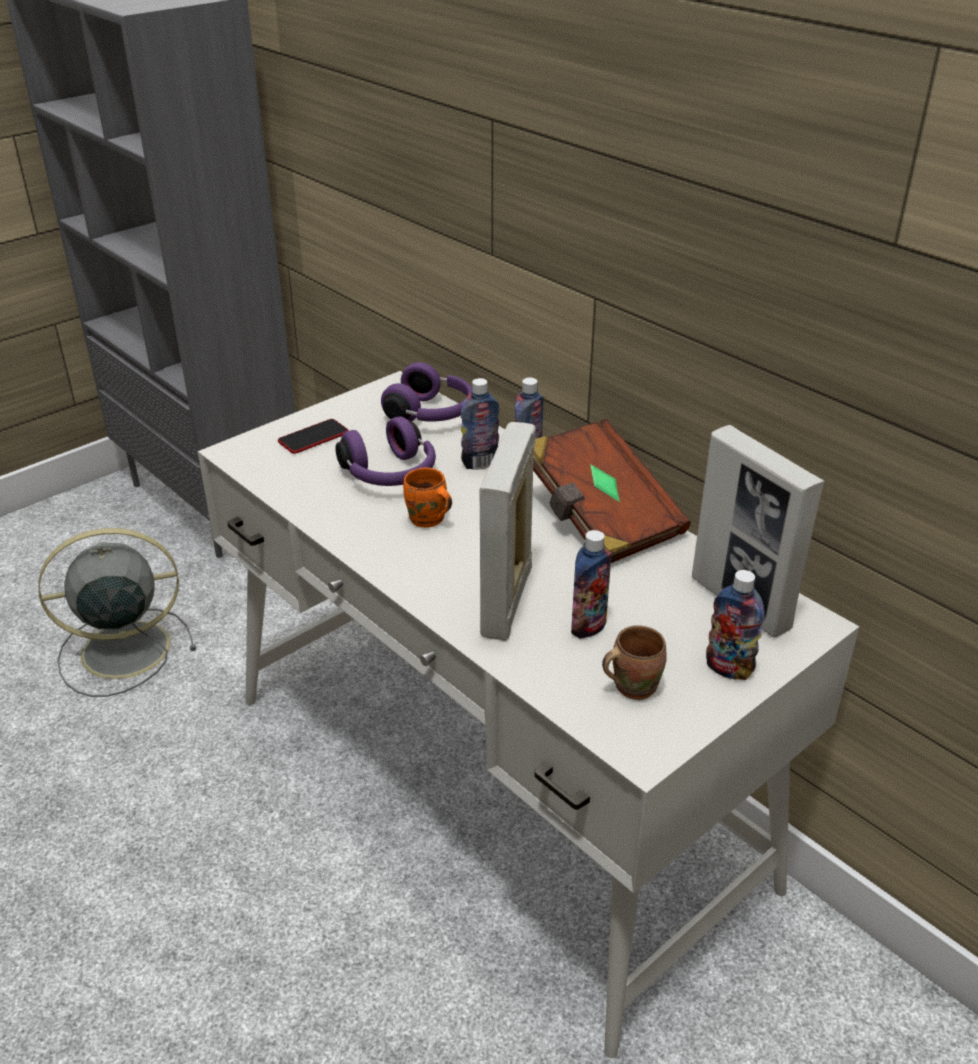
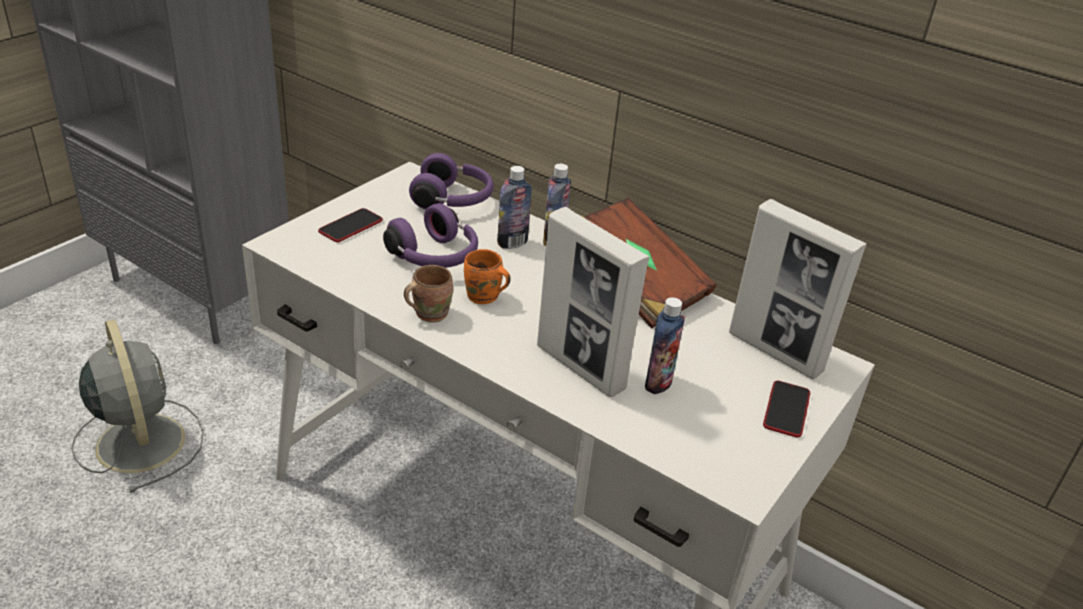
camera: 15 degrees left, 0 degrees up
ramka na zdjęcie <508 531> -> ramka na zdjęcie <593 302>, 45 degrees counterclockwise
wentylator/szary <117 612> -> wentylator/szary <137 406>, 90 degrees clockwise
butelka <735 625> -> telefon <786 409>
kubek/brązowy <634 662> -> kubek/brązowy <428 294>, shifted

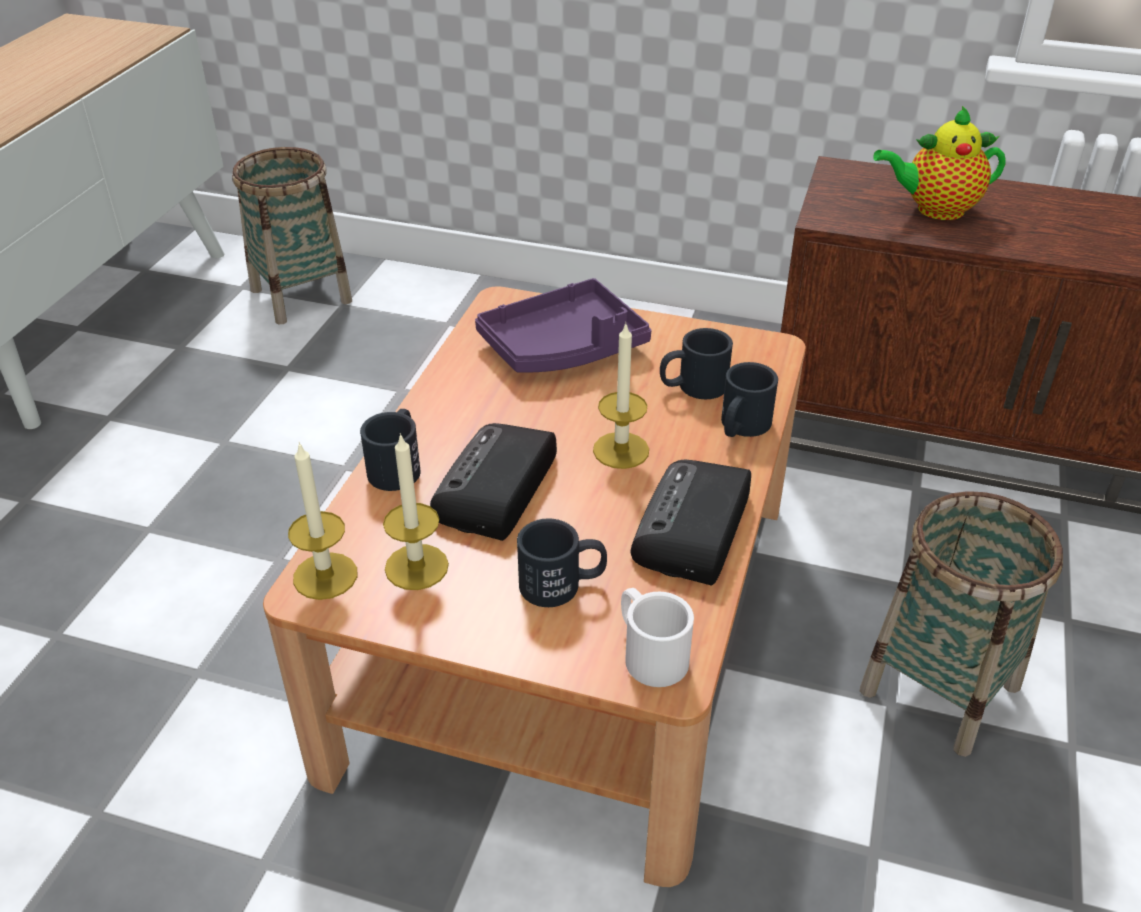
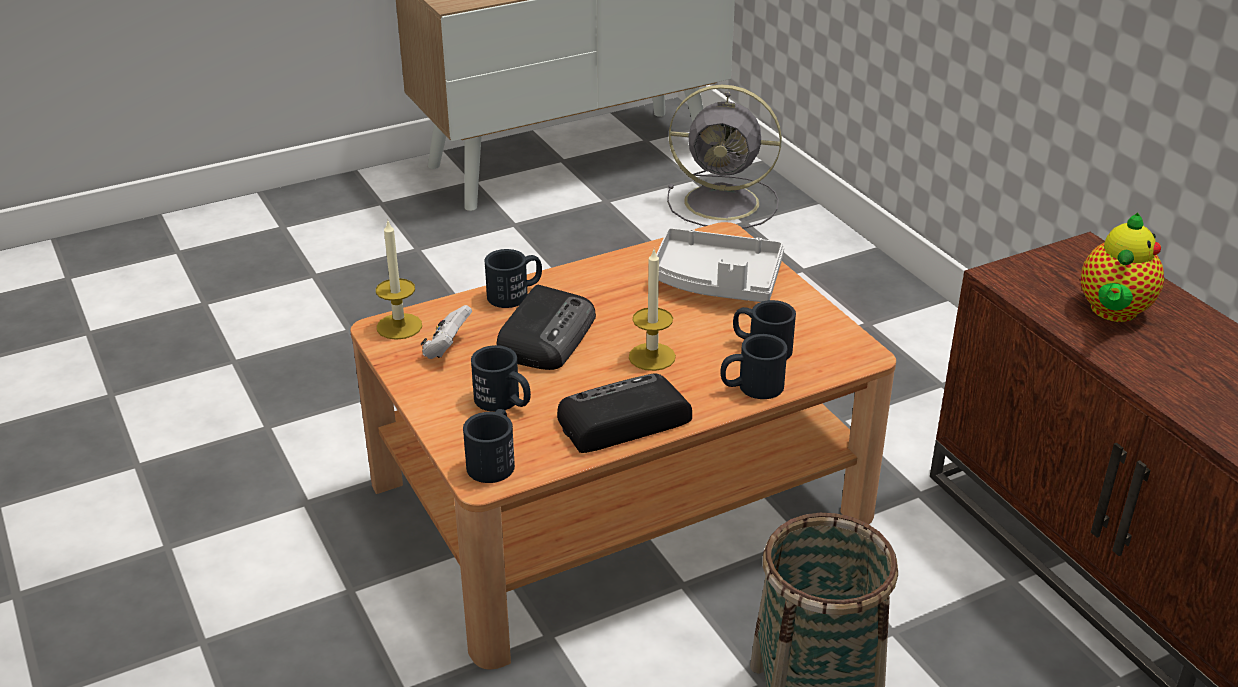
camera: 45 degrees right, 5 degrees down
imbryk <939 163> -> imbryk <1122 267>, 105 degrees counterclockwise
koszyk <292 235> -> wentylator/szary <724 156>
taca/fioletowy <563 325> -> taca/szary <720 265>
radio <493 482> -> radio <546 327>, 135 degrees clockwise
świeca <416 511> -> pad do gier/biały <446 332>
kubek/biały <657 637> -> kubek/czarny <489 446>

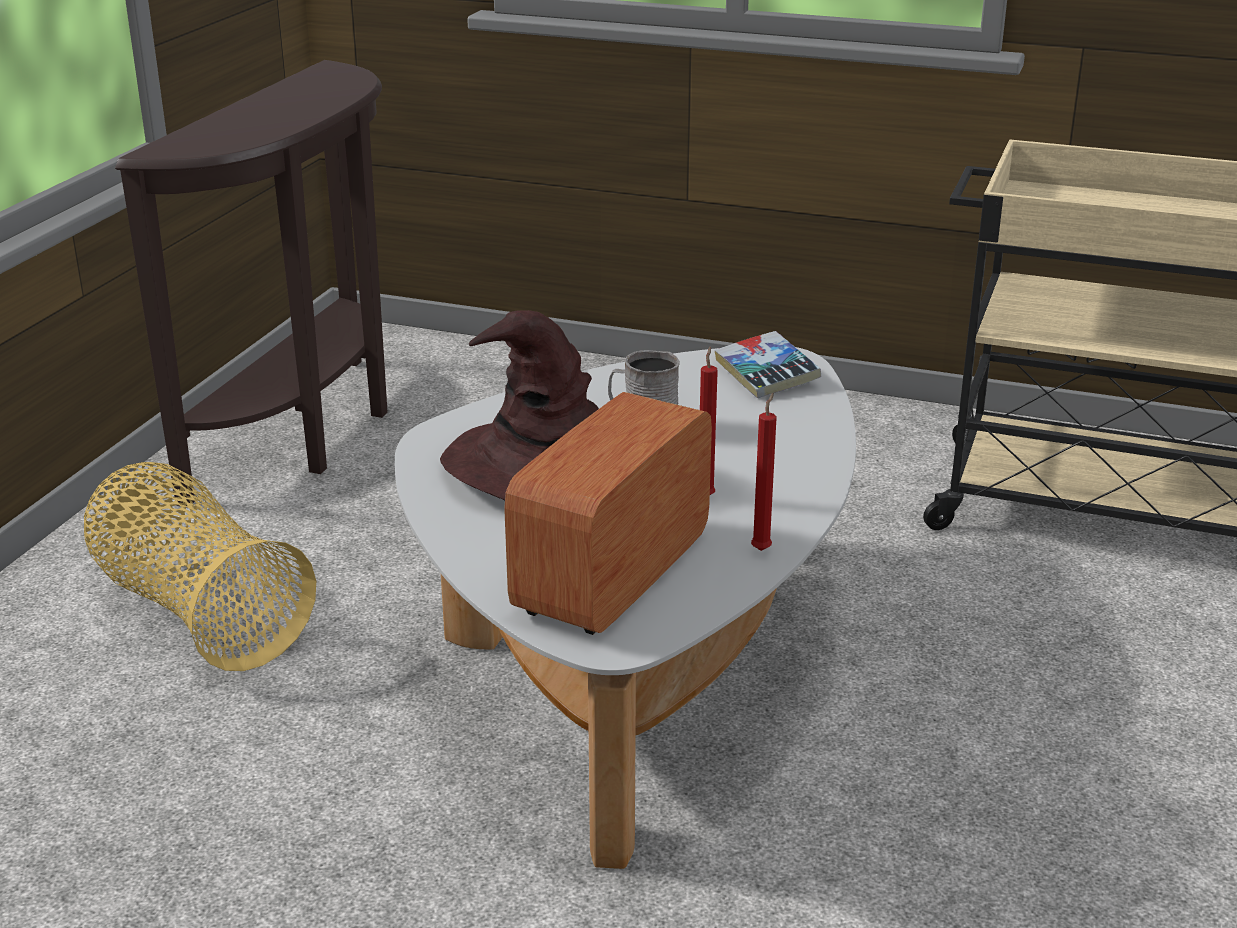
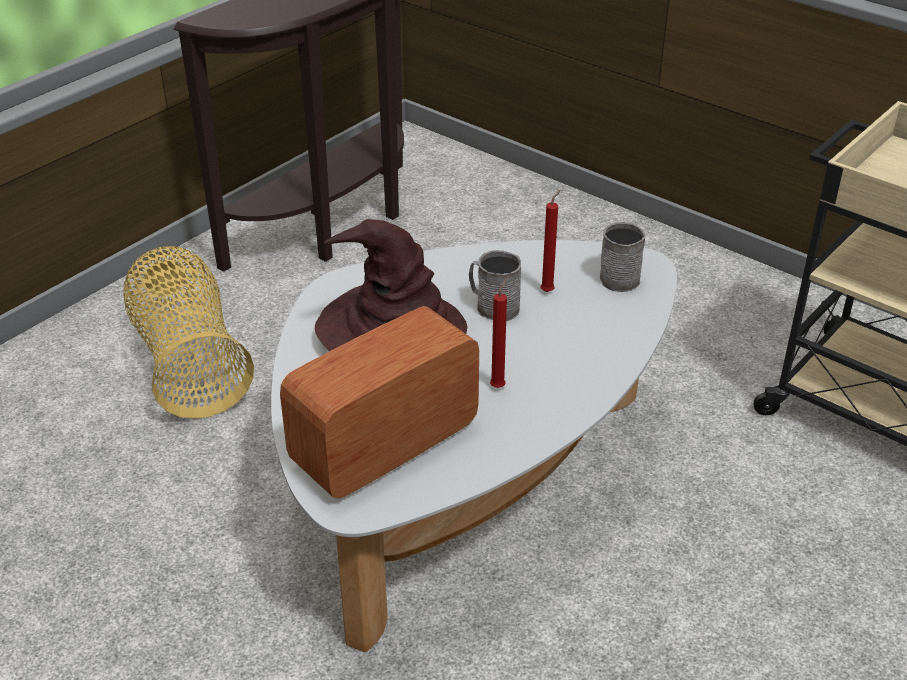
camera: 20 degrees right, 10 degrees up
książka <768 364> -> kubek/szary <622 257>
świeca/czerwony <764 472> -> świeca/czerwony <550 241>, shifted

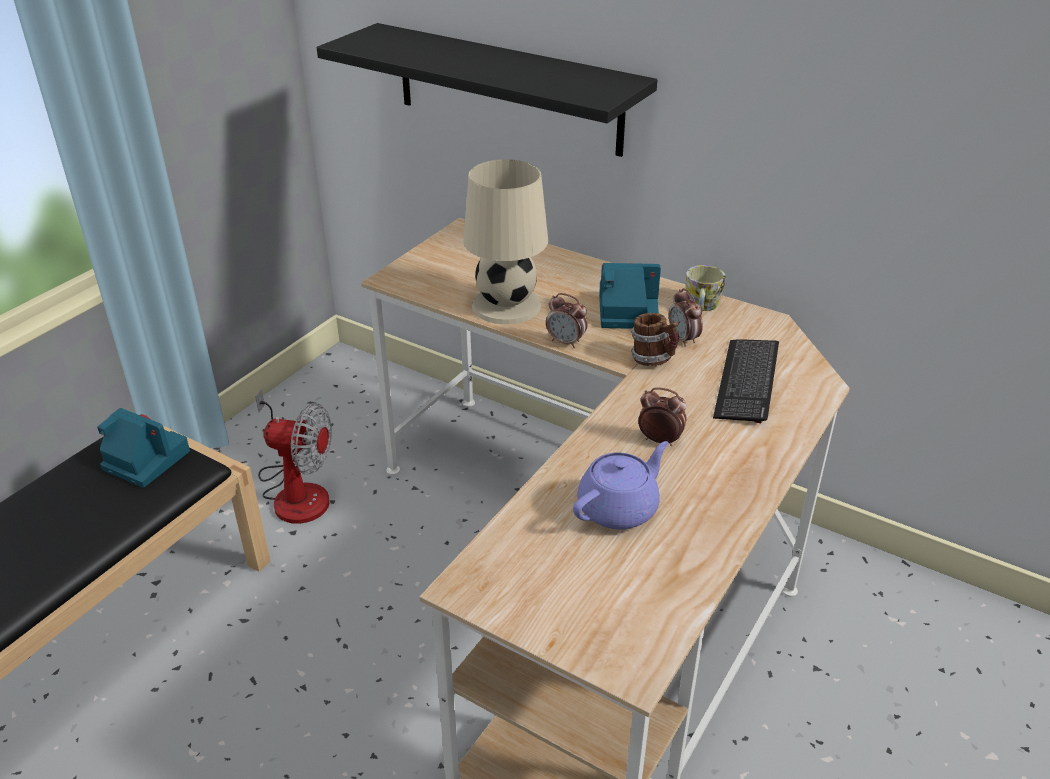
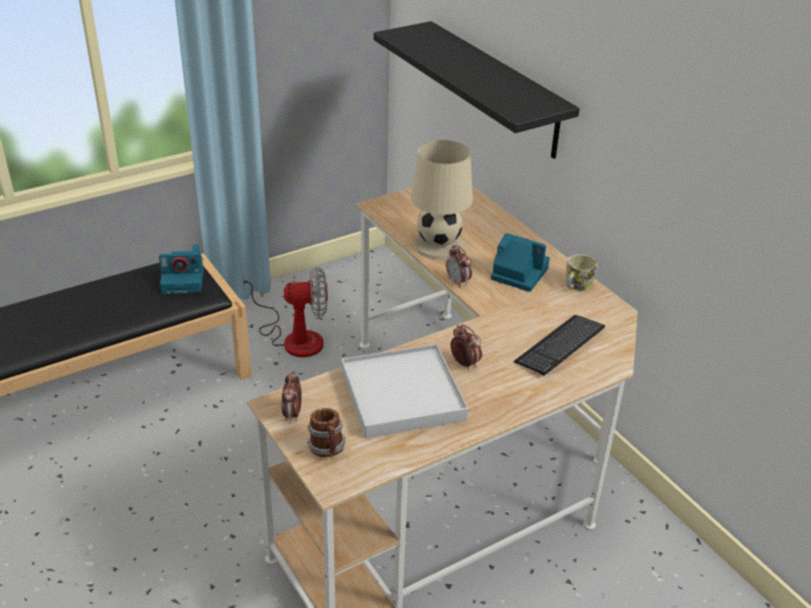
camera: 25 degrees right, 0 degrees up
budzik <686 317> -> budzik <291 396>, shifted
kubek <655 339> -> kubek <326 432>, shifted
wentylator <293 456> -> wentylator <285 312>, 45 degrees counterclockwise
aparat fotograficzny <143 448> -> aparat fotograficzny <181 269>, 120 degrees clockwise
imbryk/fioletowy <621 485> -> taca/biały <404 391>

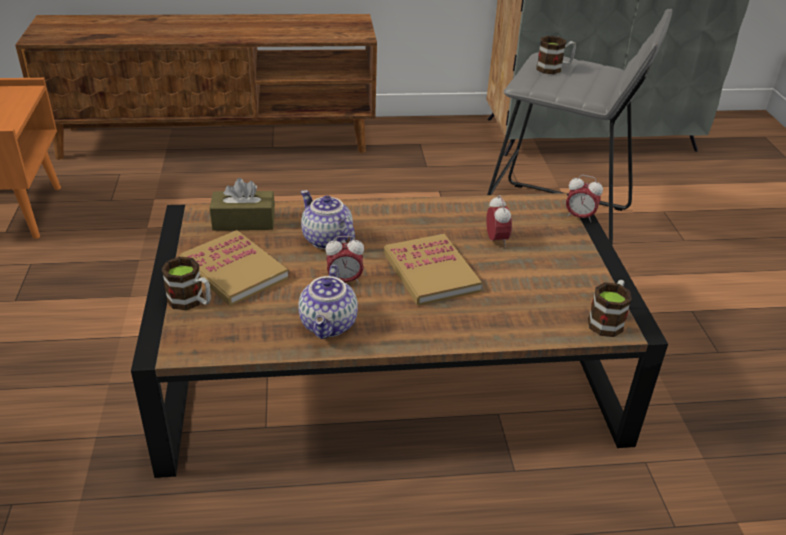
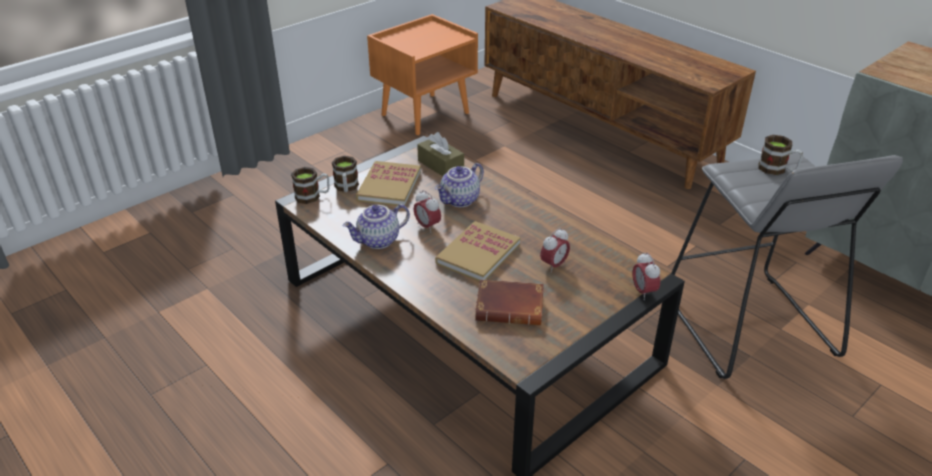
camera: 55 degrees right, 0 degrees up
imbryk <328 219> -> imbryk <459 185>, 150 degrees counterclockwise
kubek <610 308> -> kubek <310 185>, shifted
none -> książka/brązowy <509 302>

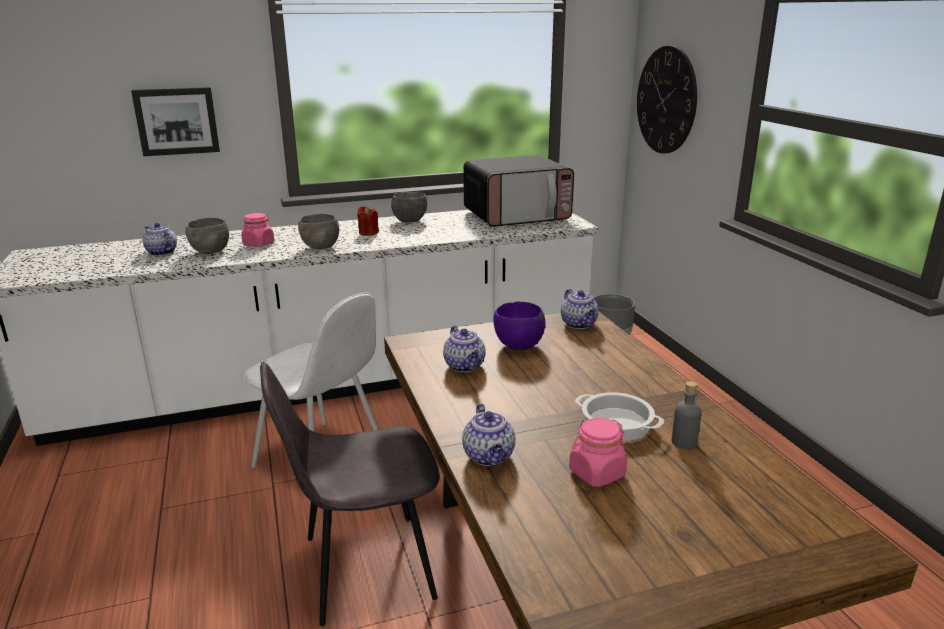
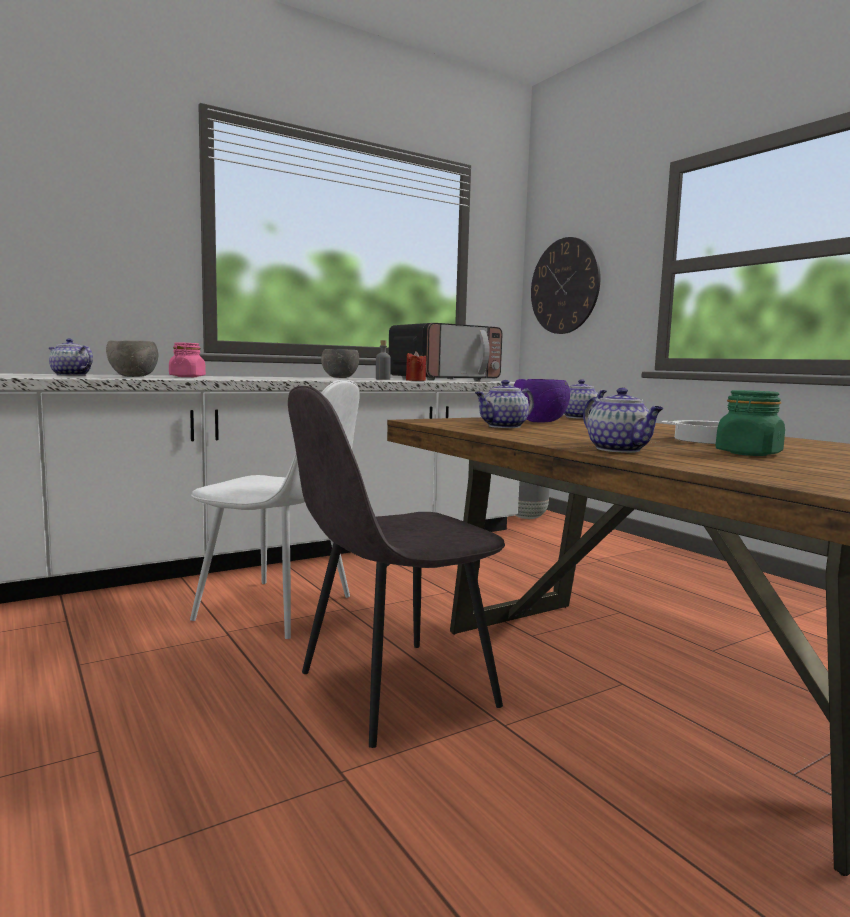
camera: 15 degrees left, 15 degrees down
obraz <175 121> -> none
świeca/czerwony <368 221> -> świeca/czerwony <416 366>, shifted
miska/szary <318 231> -> none
imbryk <464 349> -> imbryk <504 404>, 90 degrees clockwise
butelka/szary <687 415> -> butelka/szary <383 360>, shifted
słoik/różowy <598 452> -> słoik/zielony <750 423>

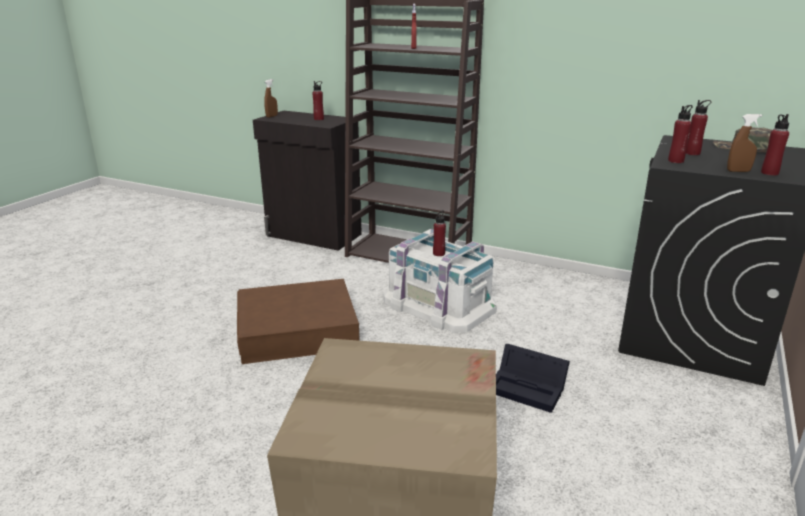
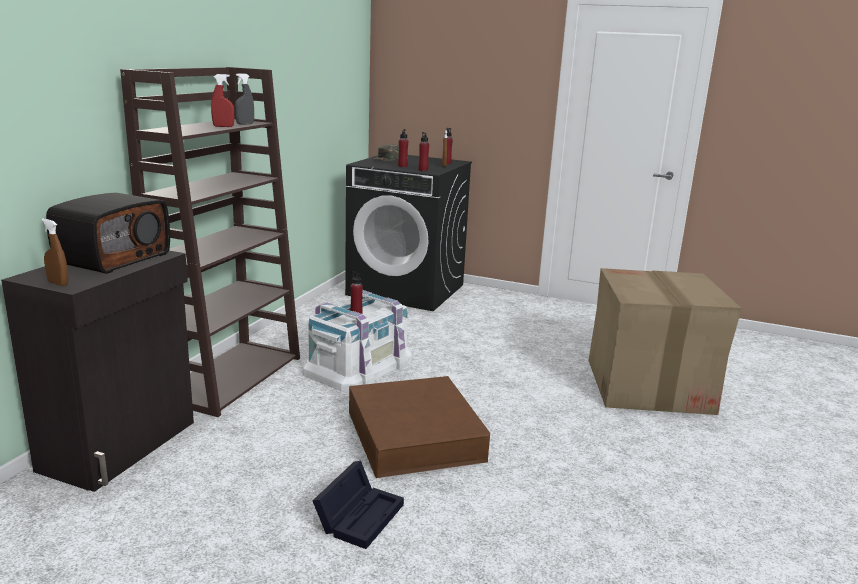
camera: 95 degrees left, 5 degrees down
butelka/czerwony <318 100> -> radio <108 233>
pojemnik do przechowywania/czarny <533 378> -> pojemnik do przechowywania/czarny <358 505>, shifted
none -> spryskiwacz/szary <244 99>

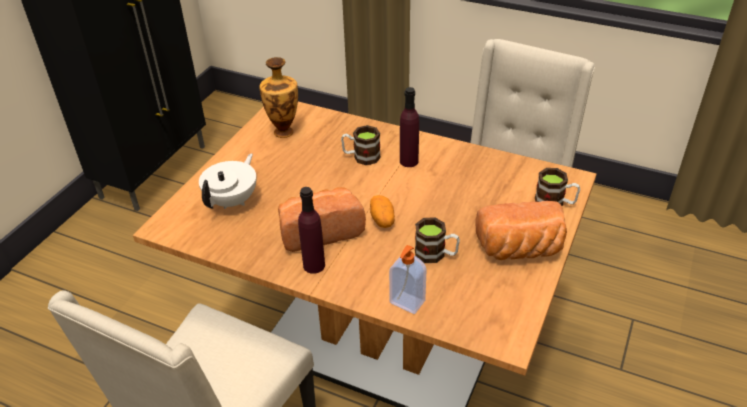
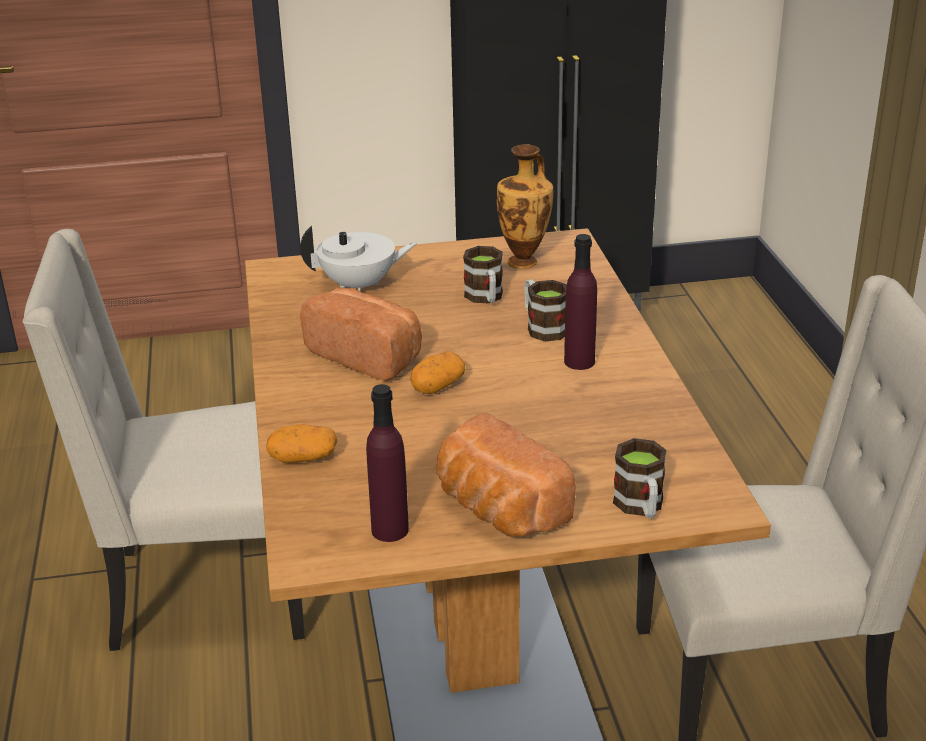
camera: 55 degrees right, 10 degrees down
butelka/fioletowy <311 230> -> butelka/fioletowy <387 463>, shifted
kubek <437 240> -> kubek <483 274>, shifted
dozownik mydła <408 279> -> ziemniak <302 443>

